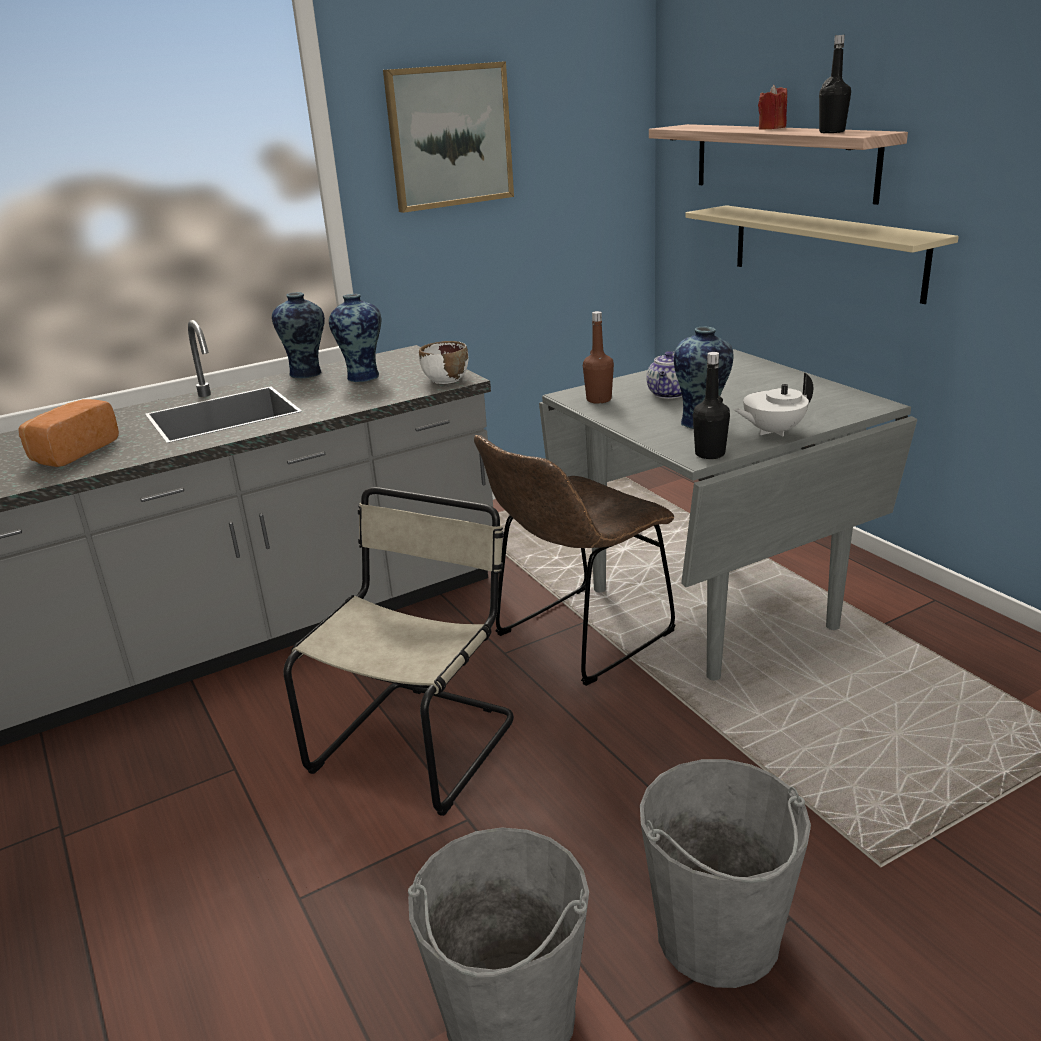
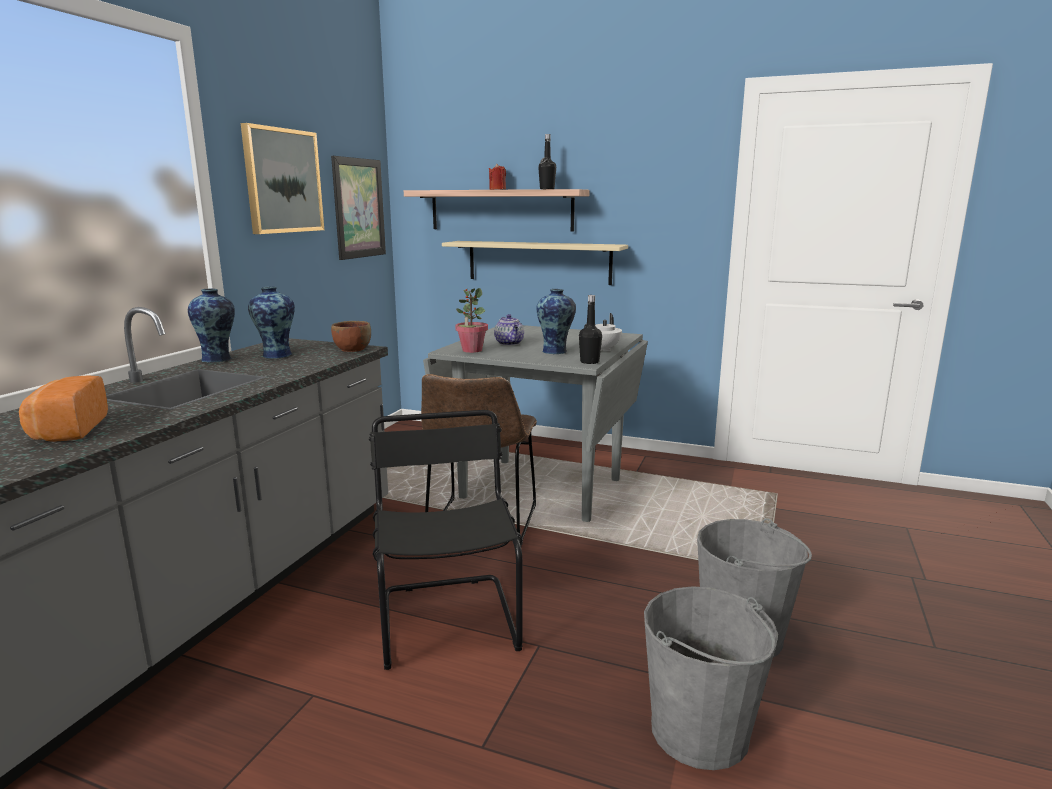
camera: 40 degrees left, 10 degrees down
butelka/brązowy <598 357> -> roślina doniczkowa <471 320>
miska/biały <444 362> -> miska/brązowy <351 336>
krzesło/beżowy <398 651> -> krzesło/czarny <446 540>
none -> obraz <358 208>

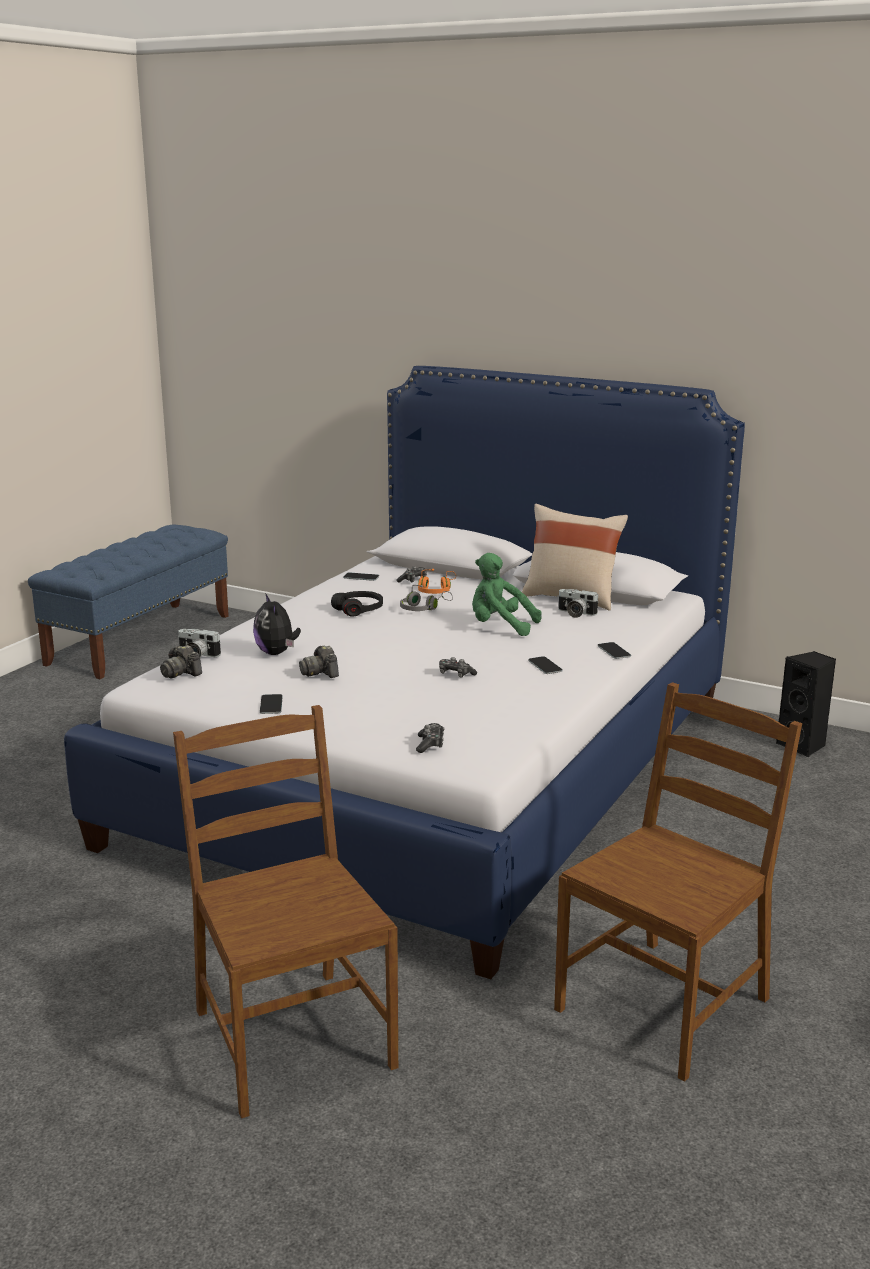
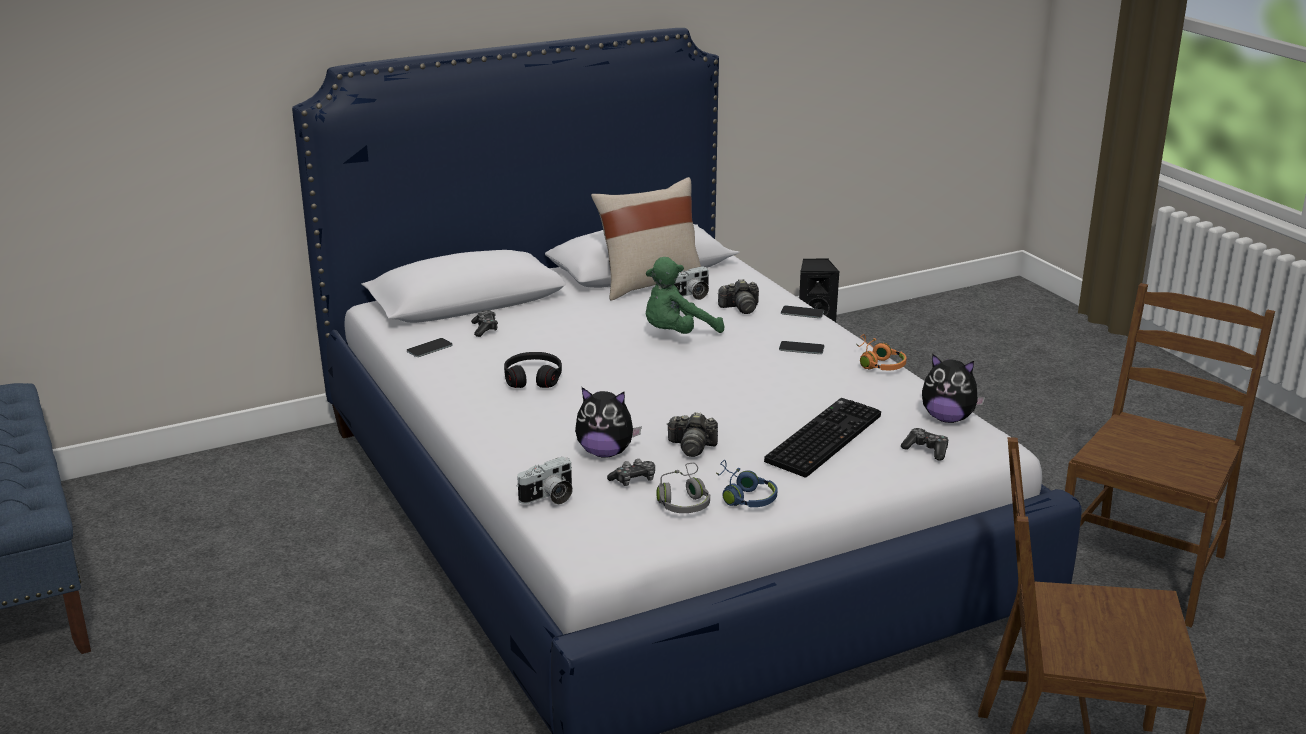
camera: 55 degrees left, 5 degrees up
słuchawki/pomarańczowy <437 581> -> słuchawki/pomarańczowy <882 352>, shifted
słuchawki/szary <426 598> -> słuchawki/szary <683 488>, shifted
aparat fotograficzny <181 662> -> aparat fotograficzny <738 296>, shifted
pad do gier <458 667> -> pad do gier <631 472>, shifted
krzesło/brązowy <678 882> -> krzesło/brązowy <1170 455>, 45 degrees clockwise
telefon <271 704> -> słuchawki/niebieski <747 483>
none -> pluszak <954 388>
none -> klawiatura <822 438>

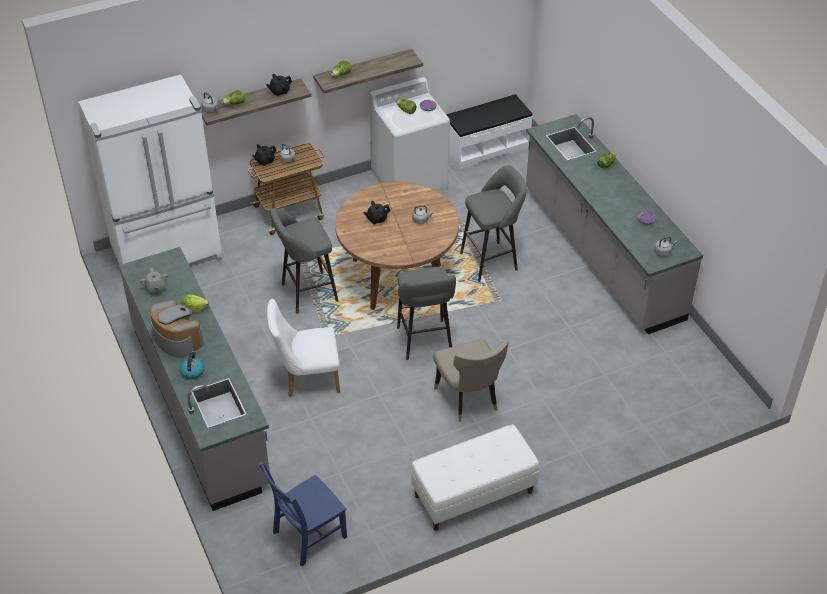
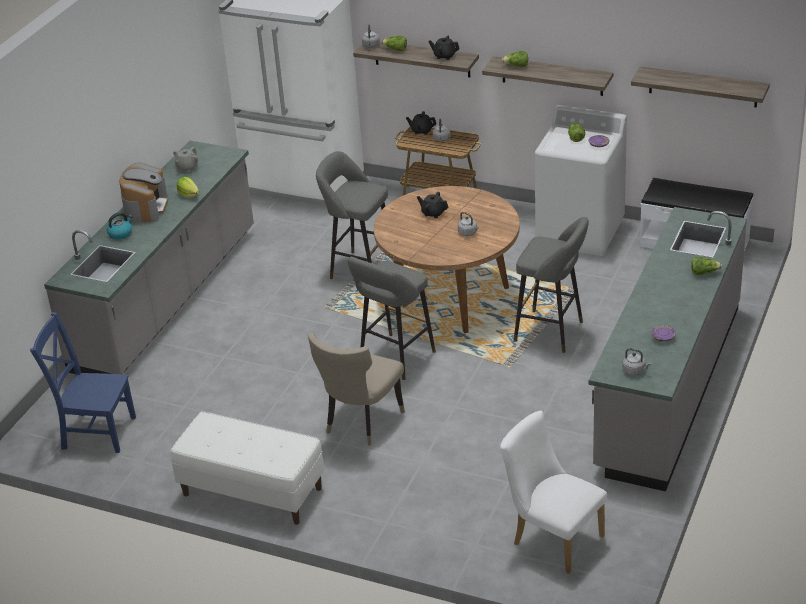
camera: 50 degrees right, 10 degrees down
krzesło/biały <303 348> -> krzesło/biały <553 492>, shifted
none -> półka <700 87>

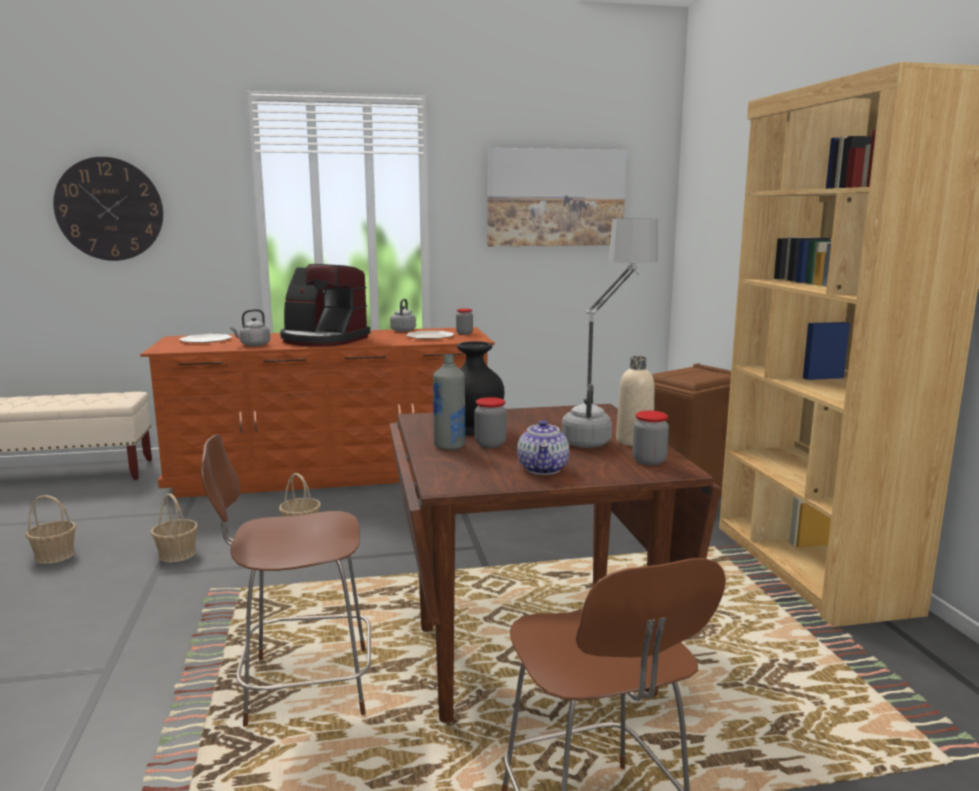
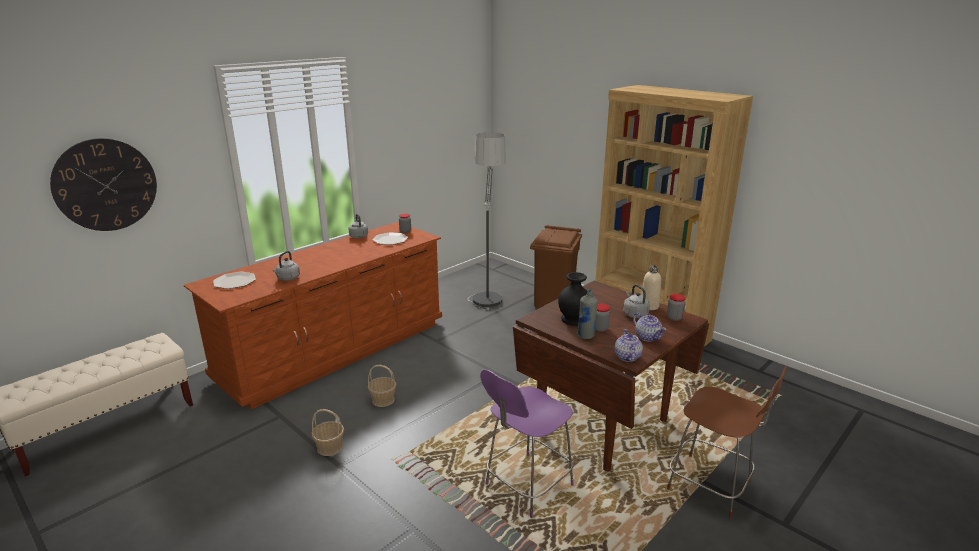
camera: 35 degrees left, 10 degrees up
obraz <557 197> -> none
ekspres do kawy <325 305> -> none
krzesło/brązowy <286 580> -> krzesło/fioletowy <527 444>
koszyk <50 529> -> none
none -> imbryk <628 345>

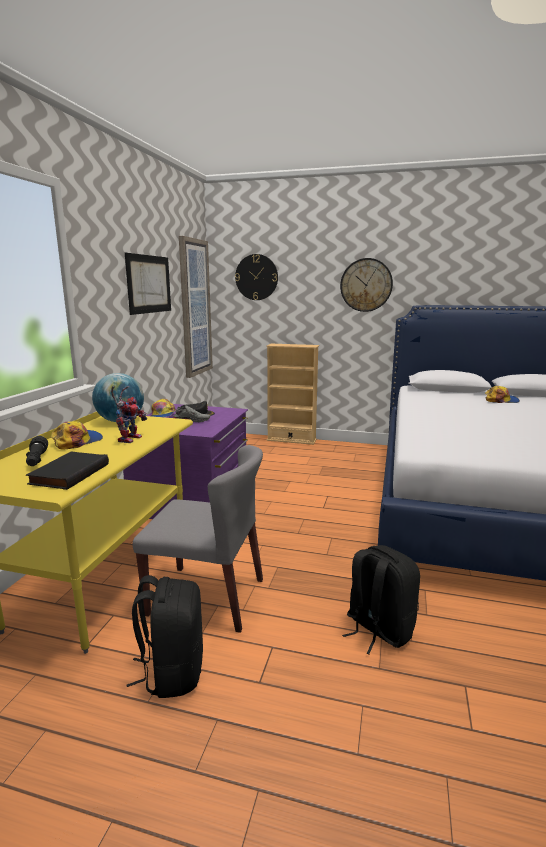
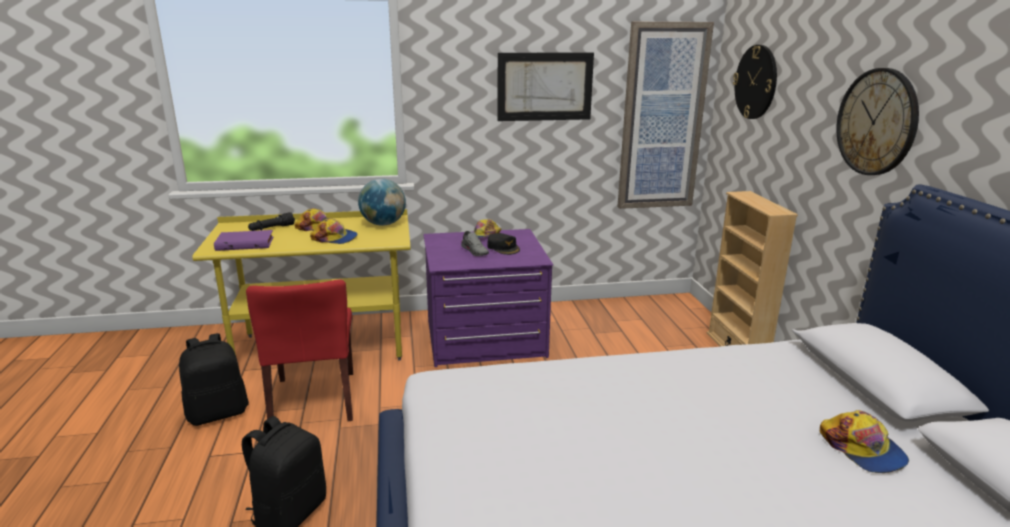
camera: 65 degrees right, 5 degrees up
robot zabawkowy <129 414> -> czapka z daszkiem <334 231>
krzesło/szary <198 539> -> krzesło/czerwony <299 350>
książka/czarny <67 471> -> książka/fioletowy <244 240>

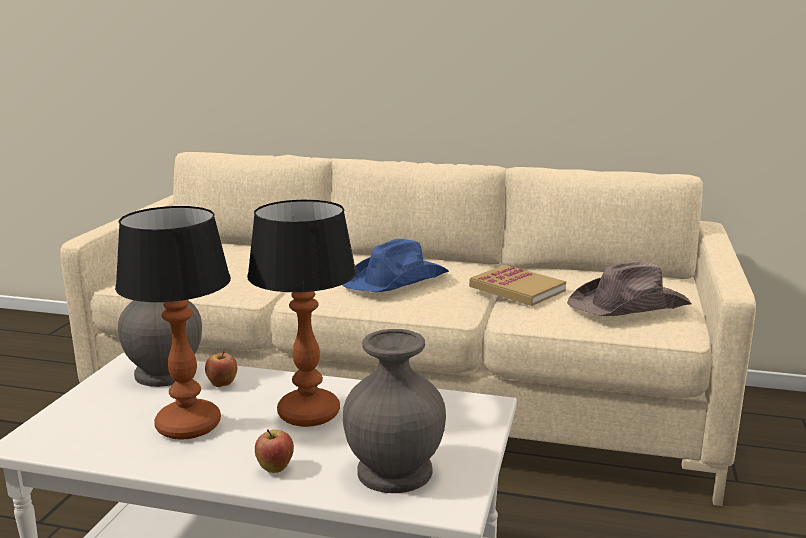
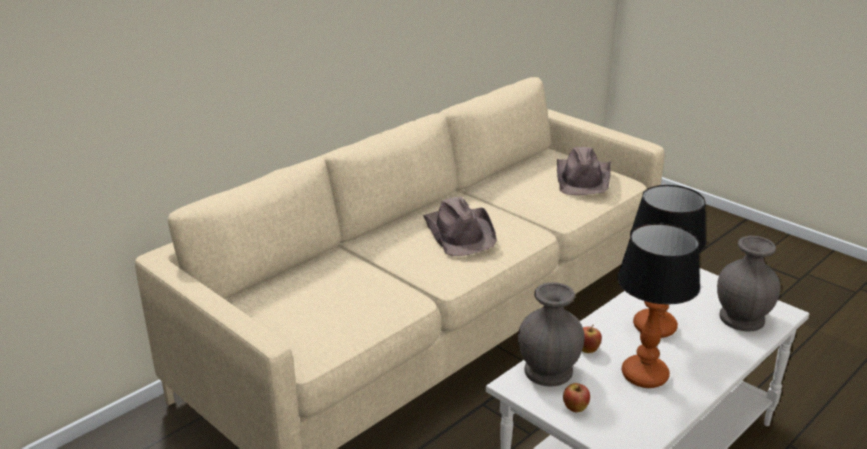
camera: 60 degrees left, 10 degrees up
kapelusz/niebieski <395 265> -> kapelusz/brązowy <460 226>
książka <517 285> -> none
jabłko <274 451> -> jabłko <576 397>, shifted

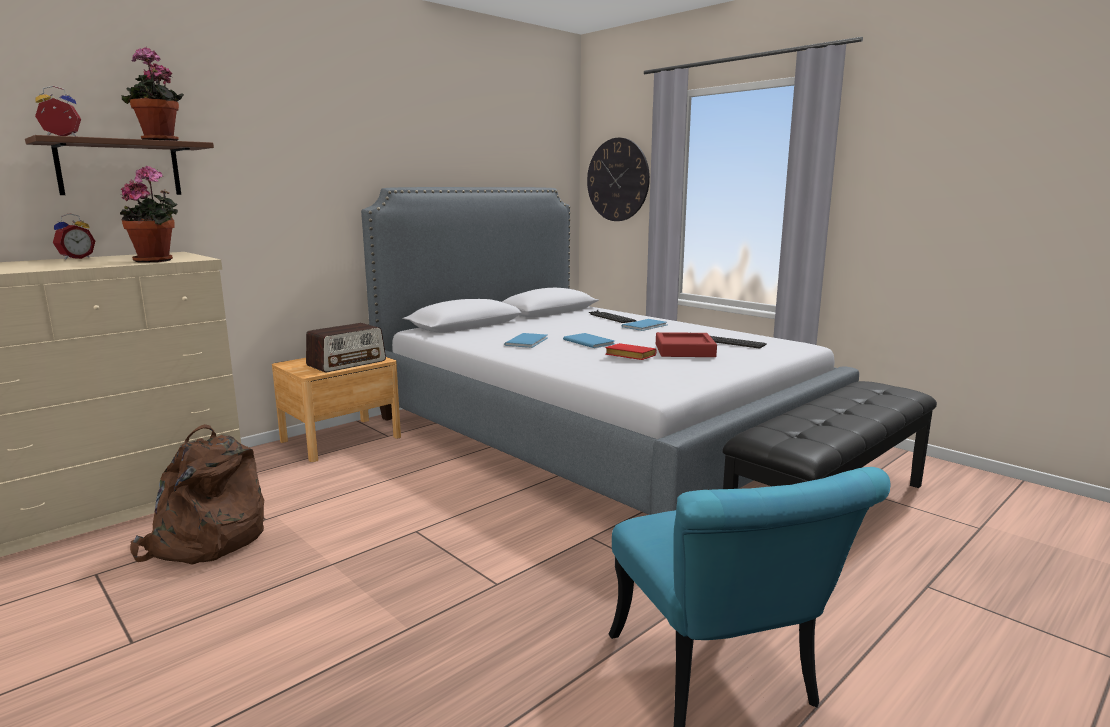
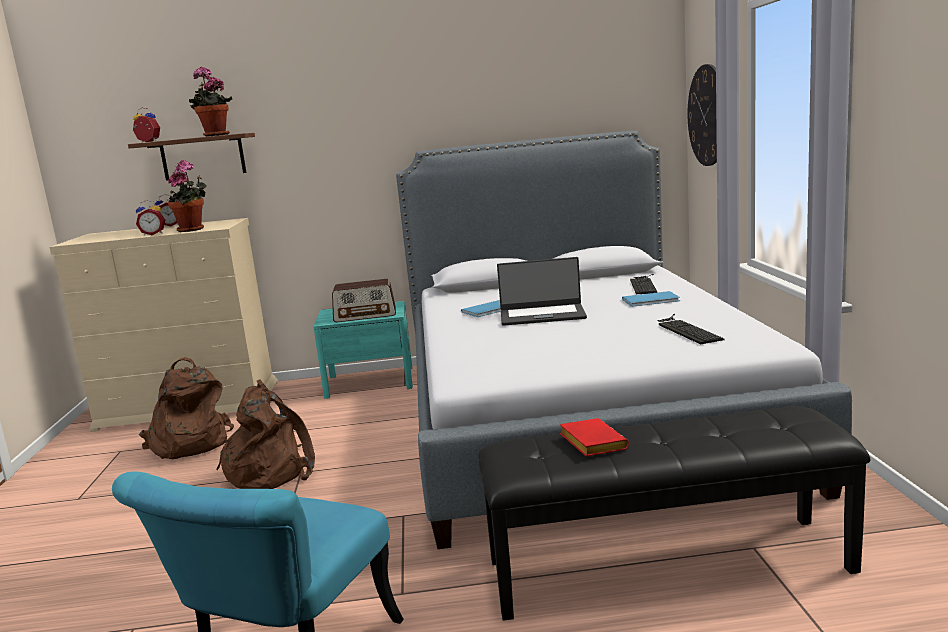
camera: 40 degrees right, 0 degrees up
taca/czerwony <686 344> -> none
książka/niebieski <589 340> -> laptop <542 291>
książka/czerwony <630 351> -> książka/czerwony <594 437>, shifted
szafka nocna/brązowy <336 409> -> szafka nocna/turkusowy <363 349>
none -> budzik <150 218>
none -> plecak/brązowy <265 434>

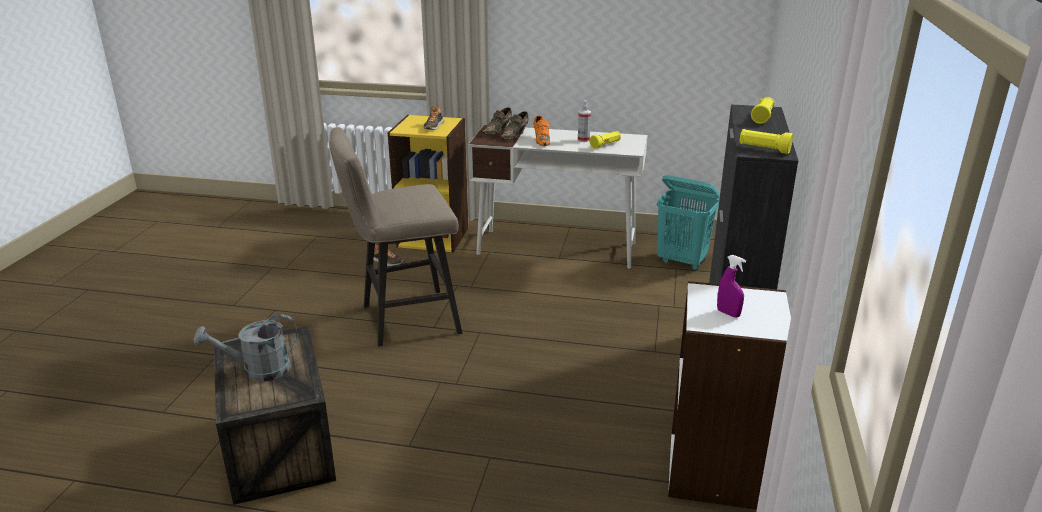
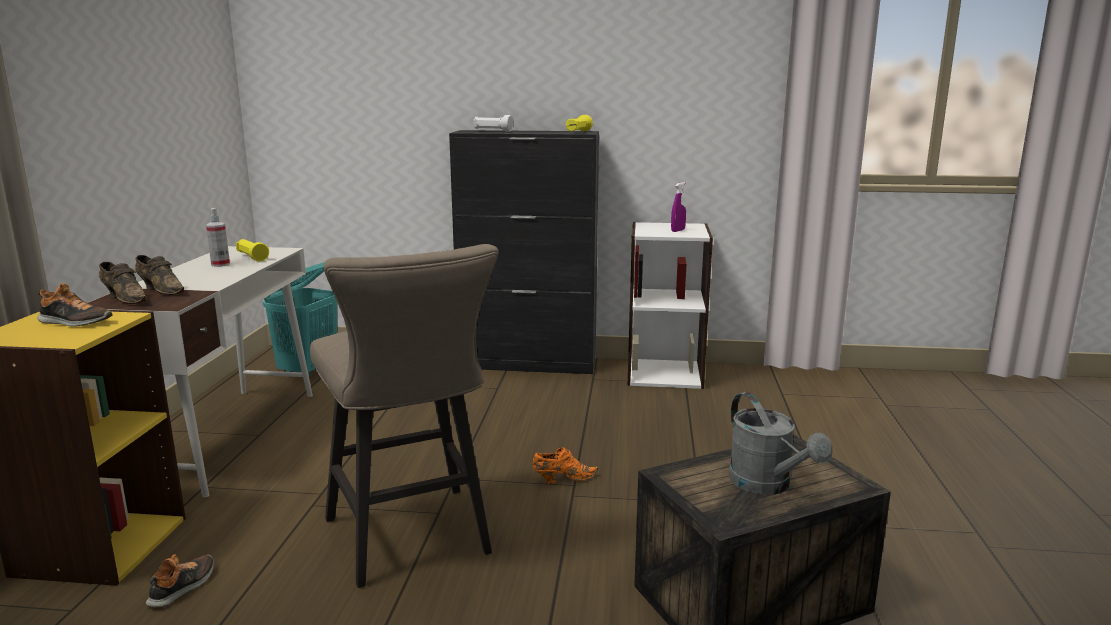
camera: 95 degrees left, 10 degrees down
latarka/żółty <762 110> -> latarka/biały <493 123>
but/pomarańczowy <542 130> -> but/pomarańczowy <565 465>, shifted

